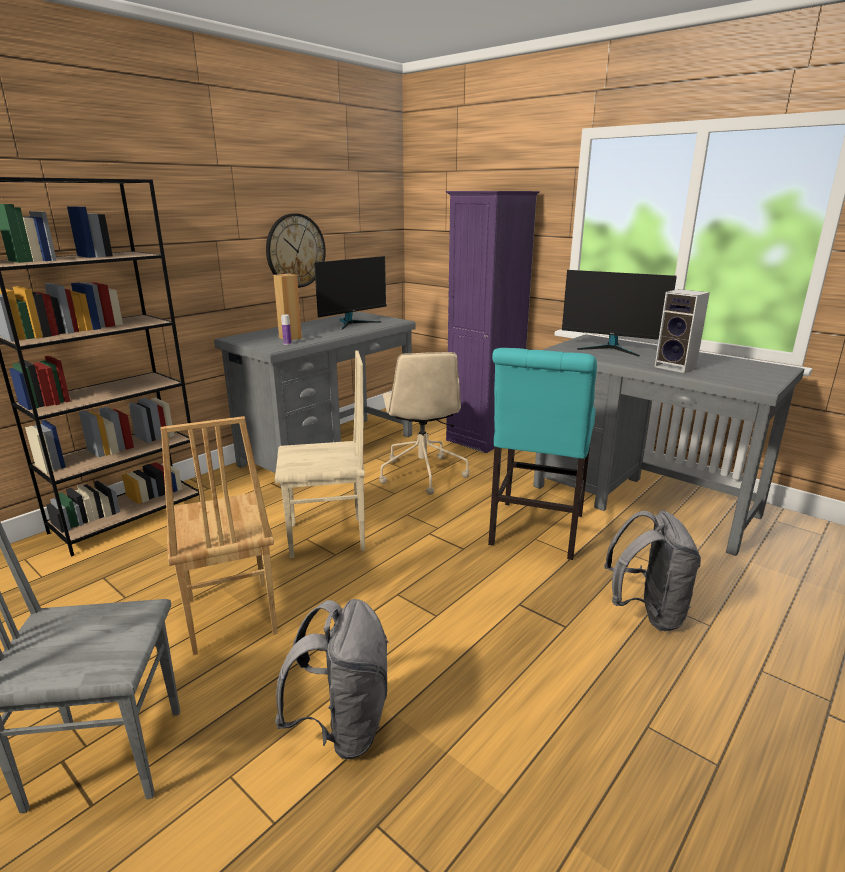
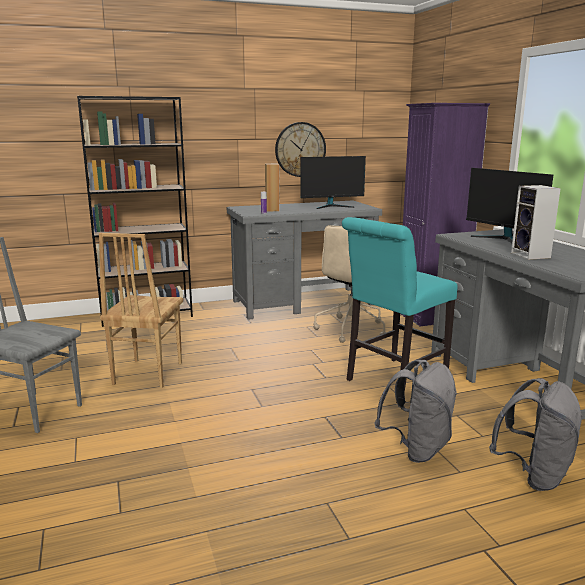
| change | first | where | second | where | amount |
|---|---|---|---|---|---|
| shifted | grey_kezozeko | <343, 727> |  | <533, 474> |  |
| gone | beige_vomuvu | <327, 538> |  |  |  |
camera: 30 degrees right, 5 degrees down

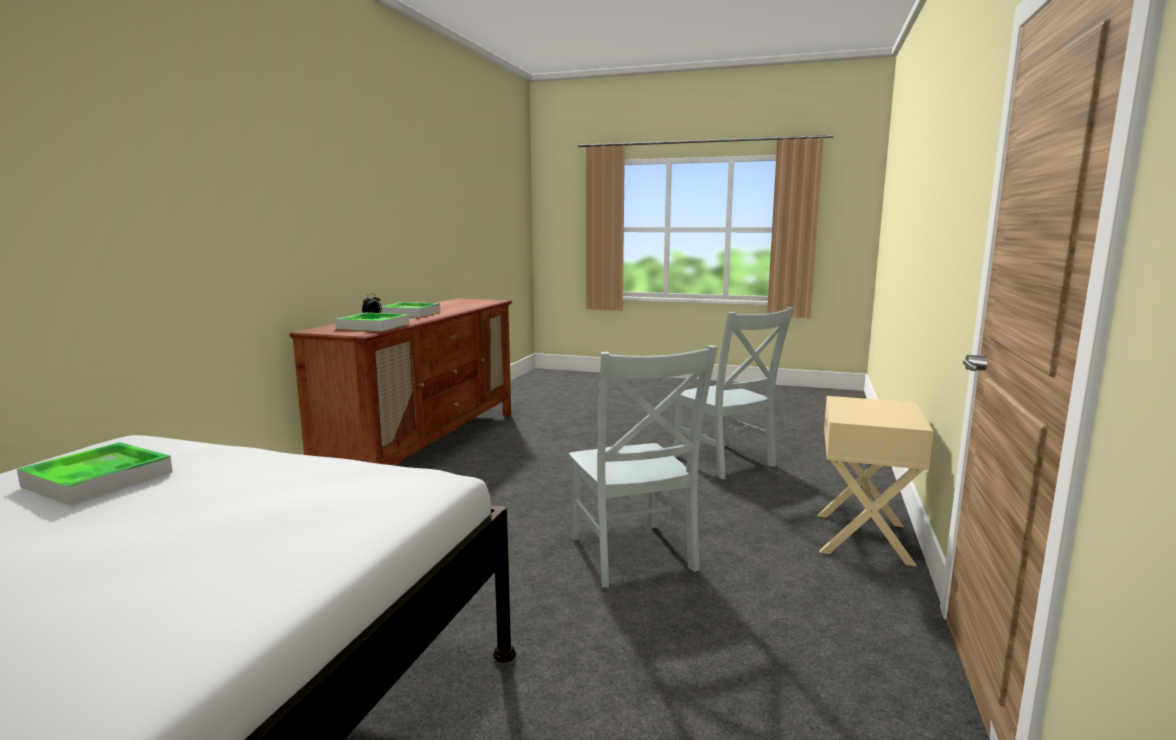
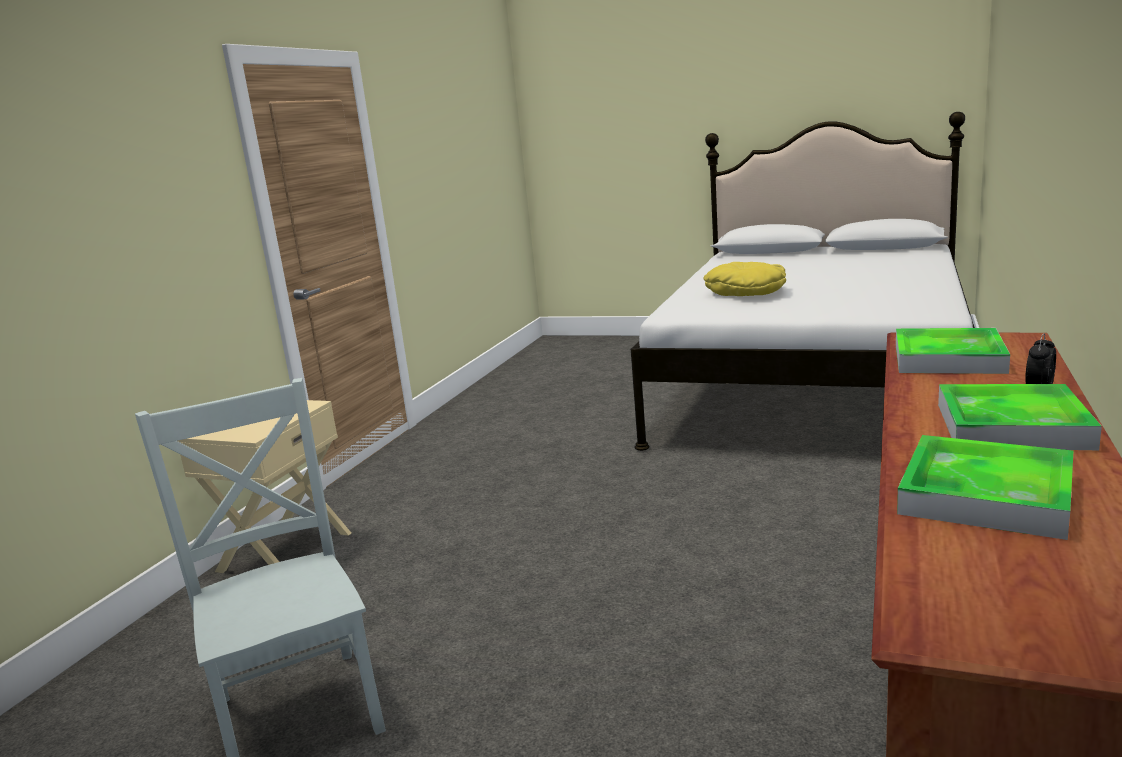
| change | first | where | second | where | amount |
|---|---|---|---|---|---|
| new |  |  | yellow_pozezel | <747, 292> |  |
| shifted | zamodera | <98, 479> |  | <986, 494> |  |
| gone | grey_vomuvu | <633, 556> |  |  |  |
camera: 175 degrees left, 5 degrees up

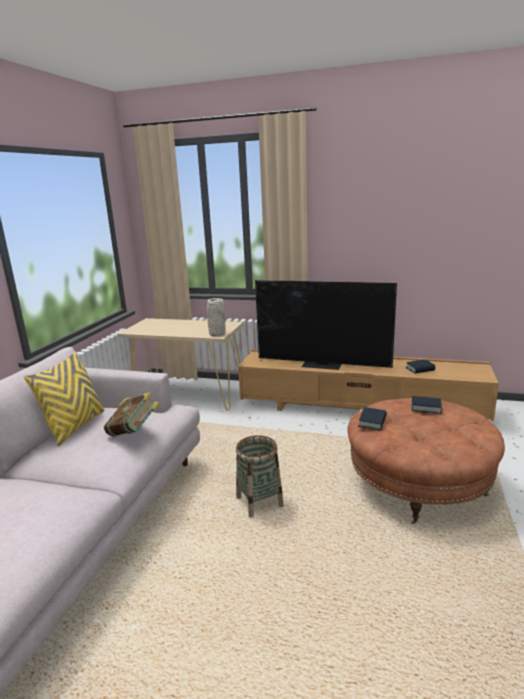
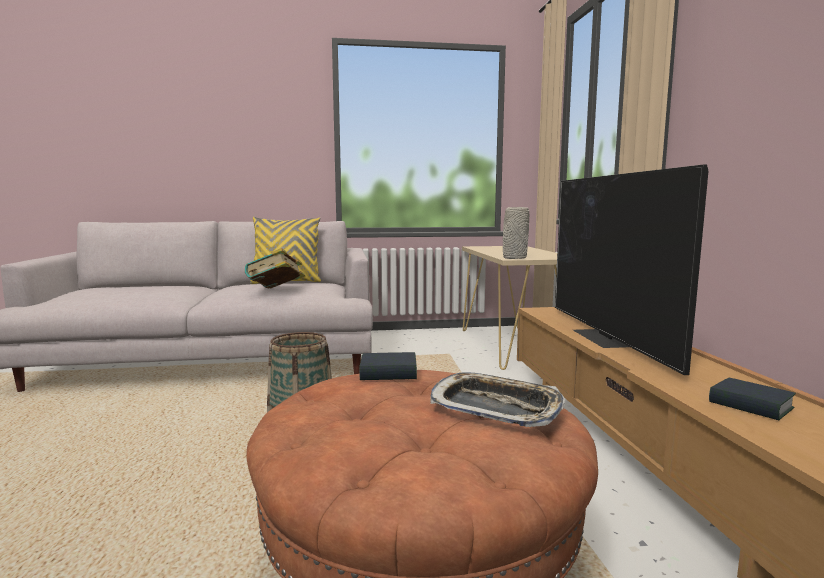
| change | first | where | second | where | amount |
|---|---|---|---|---|---|
| swapped | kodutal | <426, 407> | zamodera | <495, 407> |  |
camera: 65 degrees right, 10 degrees down

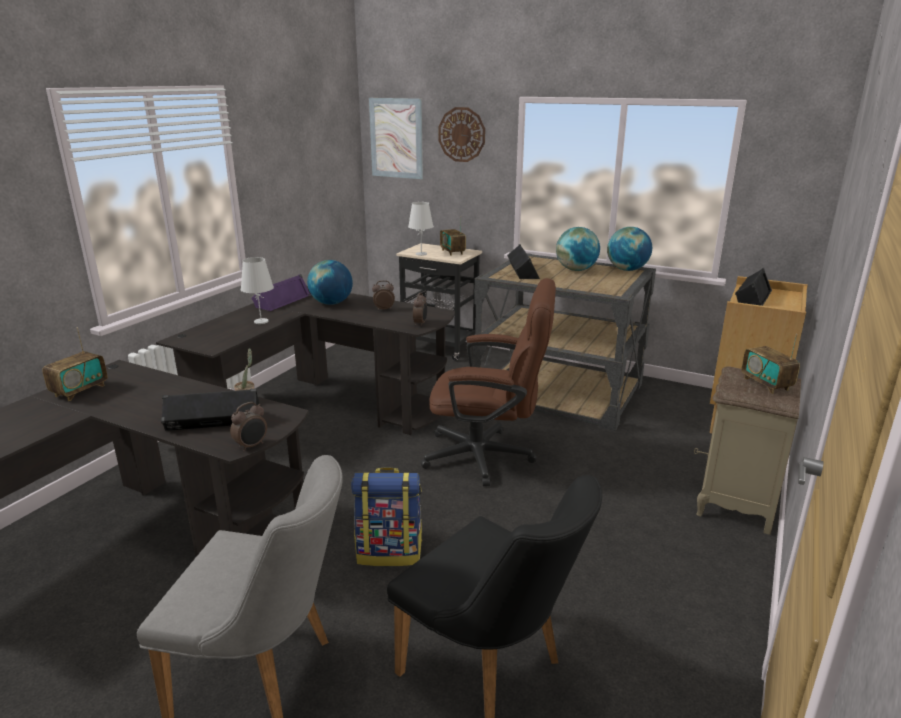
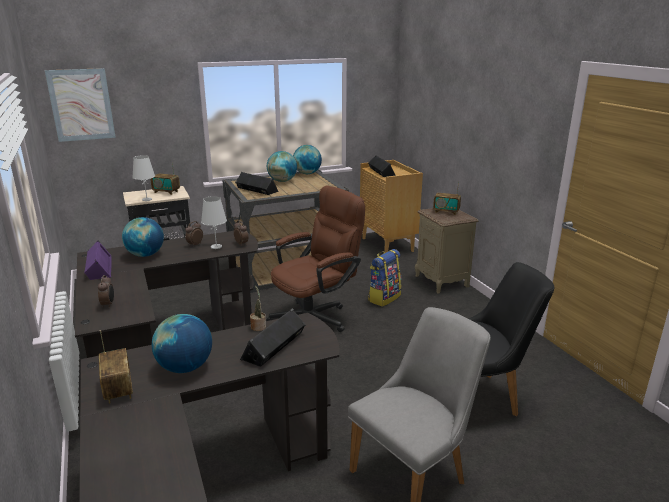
| change | first | where | second | where | amount |
|---|---|---|---|---|---|
| shifted | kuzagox | <252, 446> |  | <108, 304> |  |
| new |  |  | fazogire | <185, 367> |  |
| shifted | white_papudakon | <261, 321> |  | <216, 247> |  |
| shifted | kezozeko | <390, 552> |  | <384, 298> |  |
| gone | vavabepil | <461, 134> |  |  |  |
camera: 50 degrees left, 0 degrees up

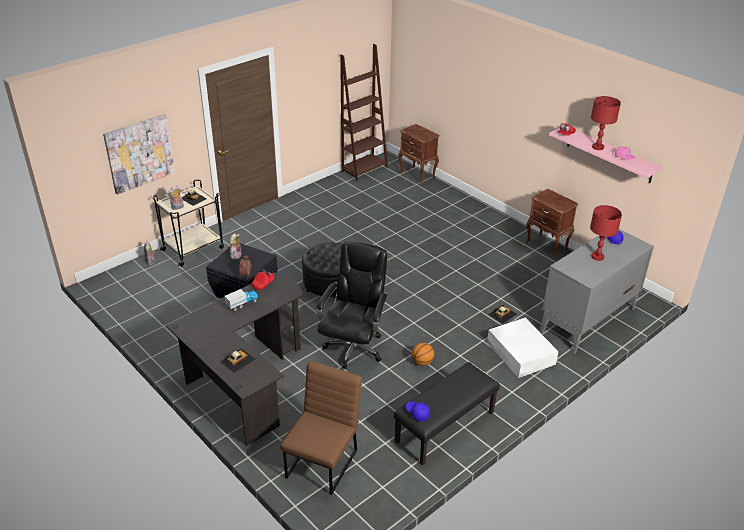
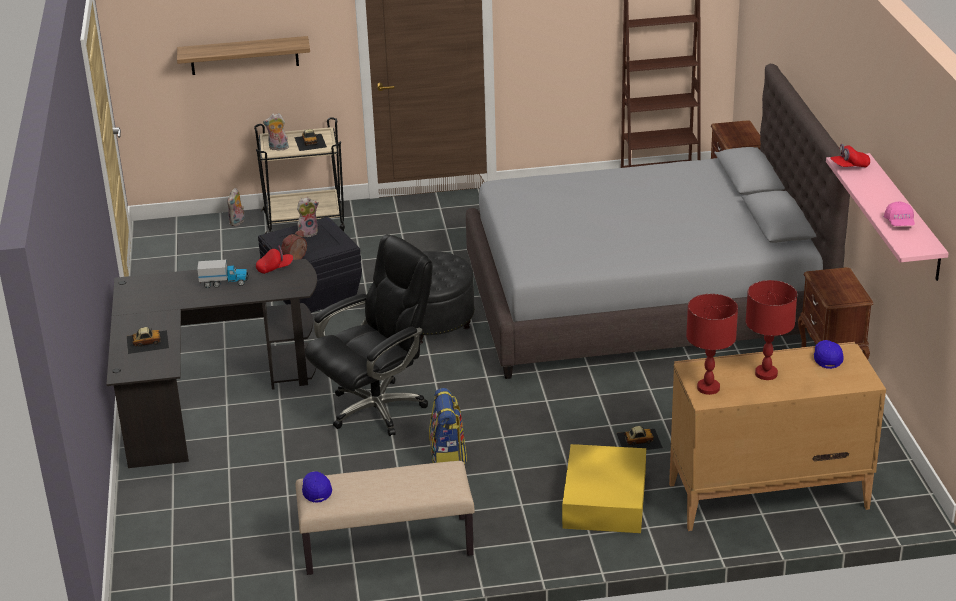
| change | first | where | second | where | amount |
|---|---|---|---|---|---|
| swapped | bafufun | <139, 153> | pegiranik | <244, 55> |  |
| repainted | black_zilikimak | <445, 428> | beige_zilikimak | <387, 546> |  |
| swapped | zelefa | <422, 362> | kezozeko | <448, 458> |  |
| new |  |  | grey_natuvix | <644, 301> |  |
| repainted | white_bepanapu | <520, 352> | yellow_bepanapu | <605, 498> |  |
| repainted | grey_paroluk | <587, 320> | brown_paroluk | <767, 496> |  |
| shifted | red_papudakon | <598, 147> |  | <708, 388> |  |
| gone | brown_vomuvu | <323, 462> |  |  |  |
camera: 35 degrees right, 5 degrees down

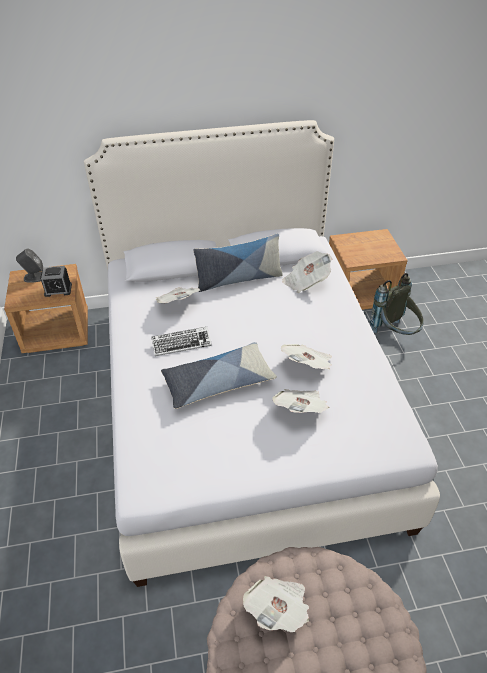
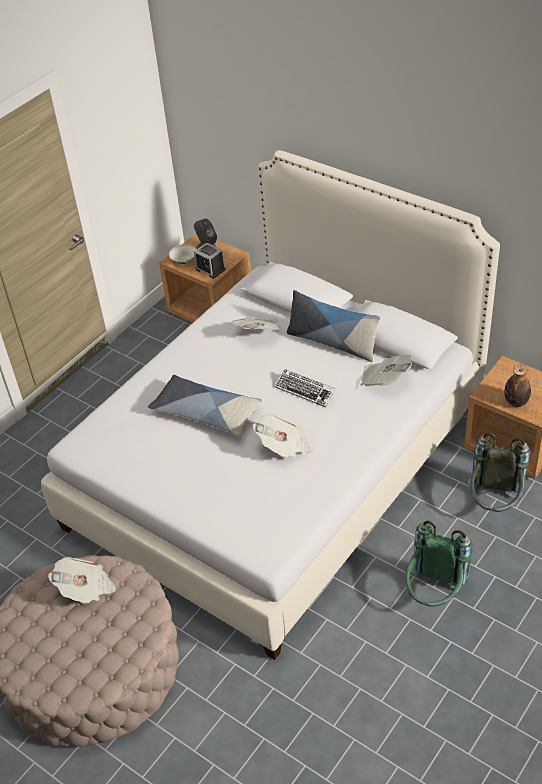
| change | first | where | second | where | amount |
|---|---|---|---|---|---|
| new |  |  | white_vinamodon | <184, 261> |  |
| shifted | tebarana | <181, 344> |  | <305, 390> |  |
| new |  |  | green_kezozeko | <433, 595> |  |
| new |  |  | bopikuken | <516, 402> |  |
| gone | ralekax | <301, 410> |  |  |  |
camera: 50 degrees right, 0 degrees up

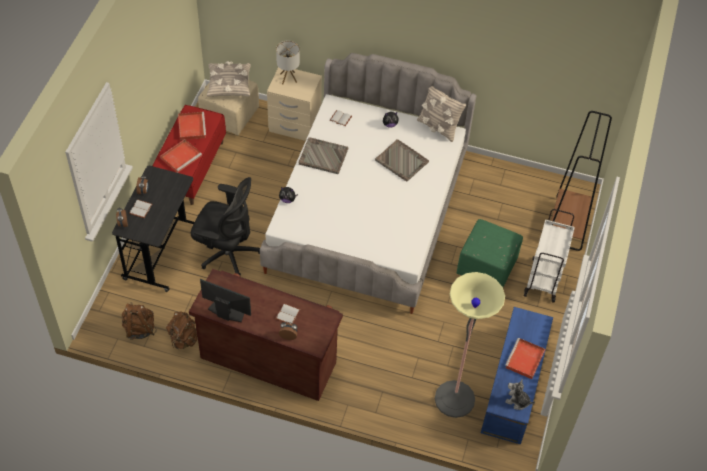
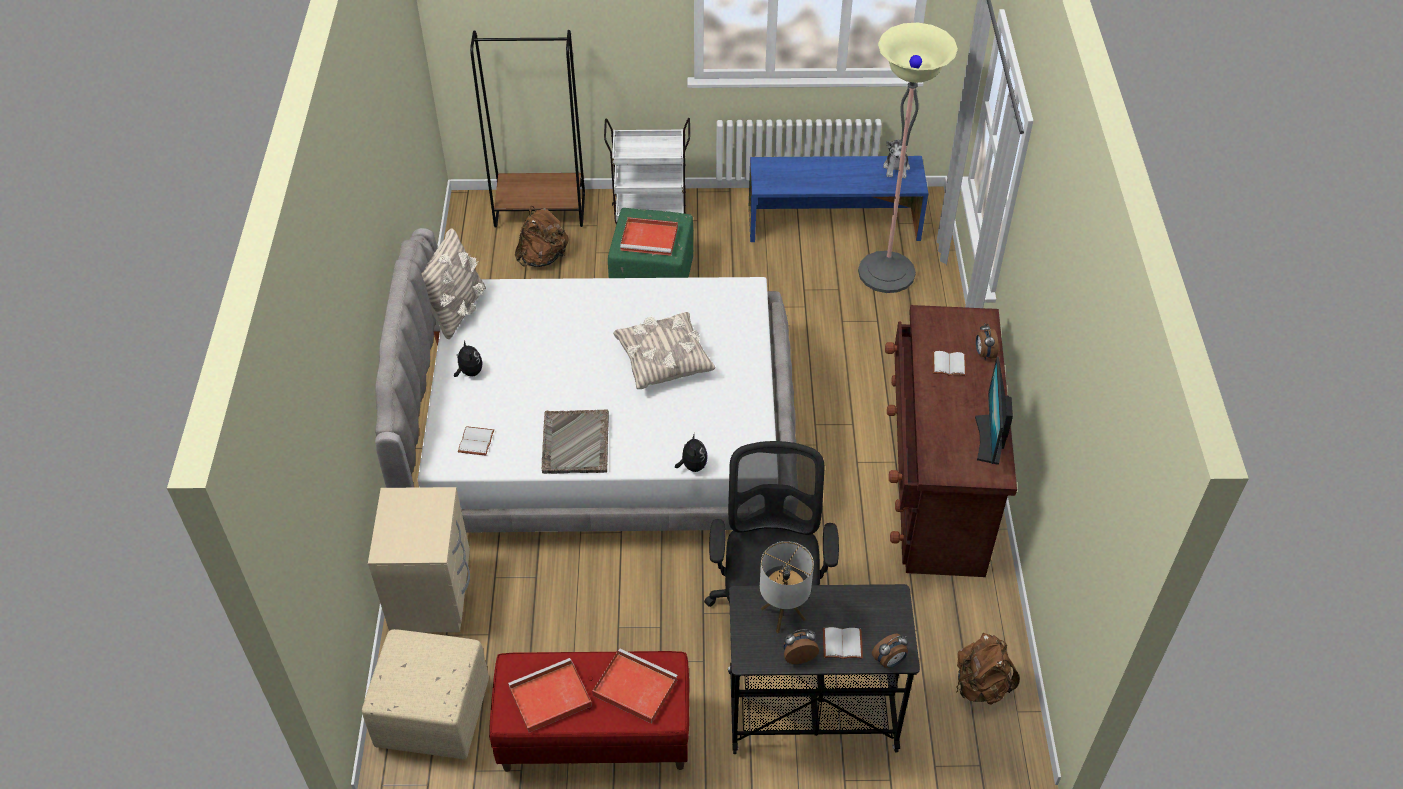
| change | first | where | second | where | amount |
|---|---|---|---|---|---|
| shifted | brown_kezozeko | <184, 339> |  | <543, 258> |  |
| shifted | beige_pozezel | <229, 86> |  | <663, 362> |  |
| shifted | red_zamodera | <525, 360> |  | <650, 238> |  |
| shifted | papudakon | <288, 78> |  | <783, 614> |  |
| gone | grey_zamodera | <402, 161> |  |  |  |
camera: 105 degrees left, 5 degrees down

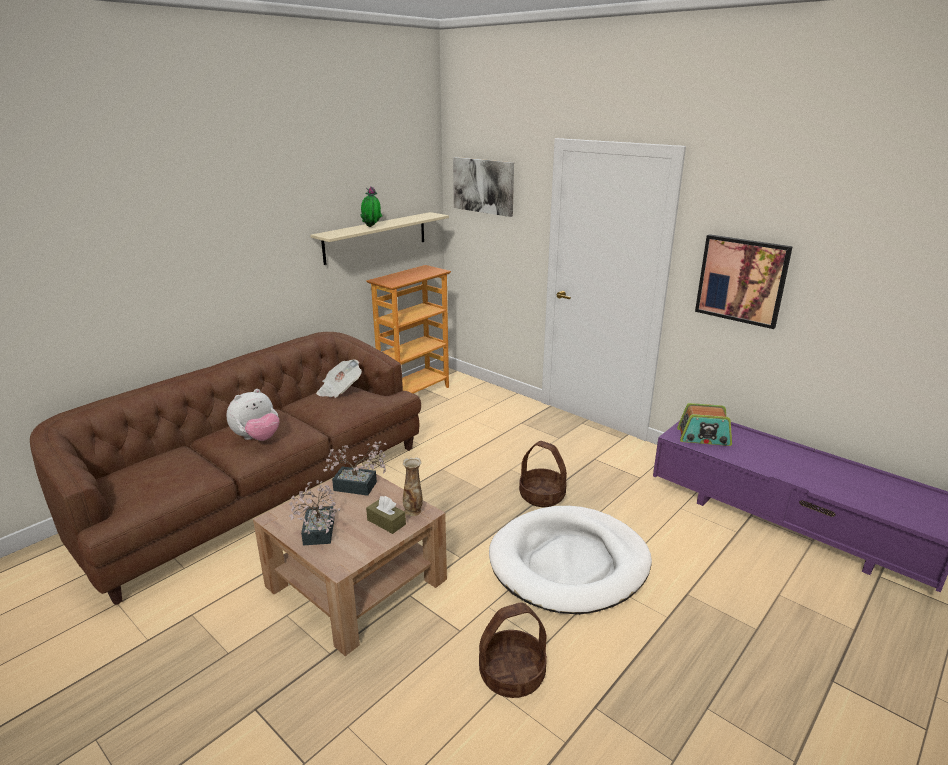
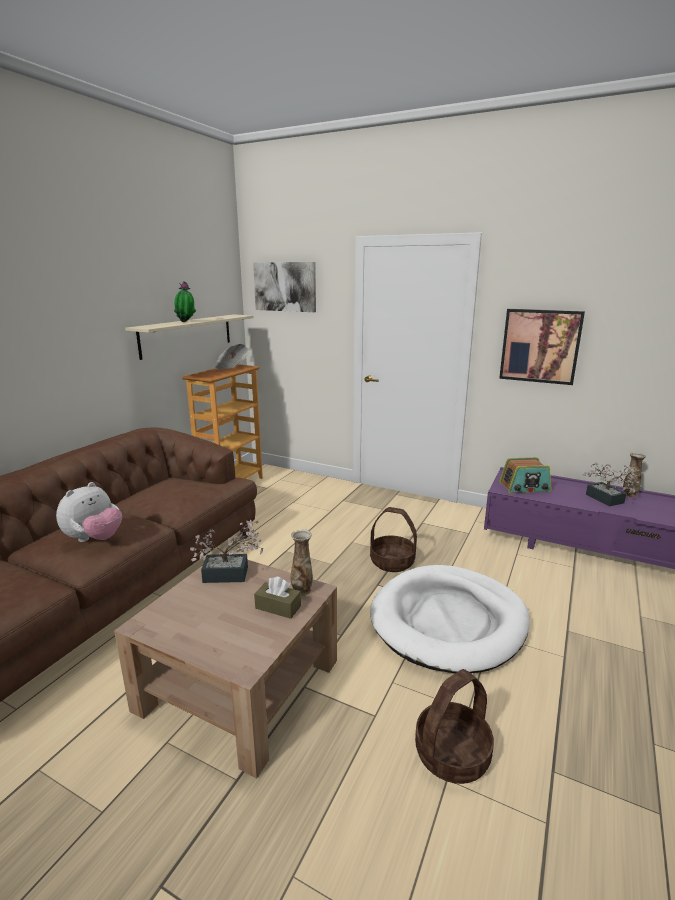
| change | first | where | second | where | amount |
|---|---|---|---|---|---|
| shifted | ralekax | <339, 390> |  | <231, 367> |  |
| shifted | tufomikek | <317, 535> |  | <607, 500> |  |
| new |  |  | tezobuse | <629, 494> |  |
camera: 15 degrees left, 5 degrees down

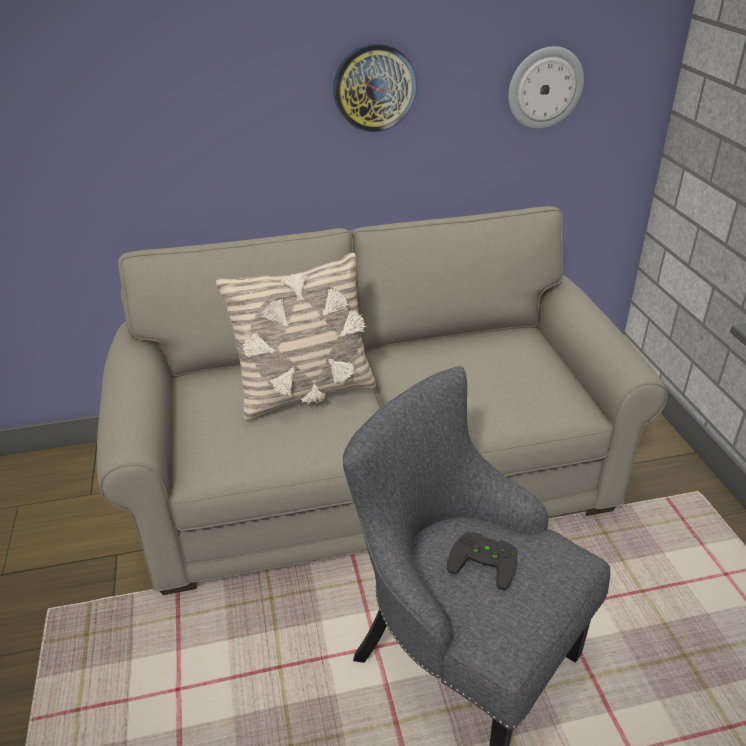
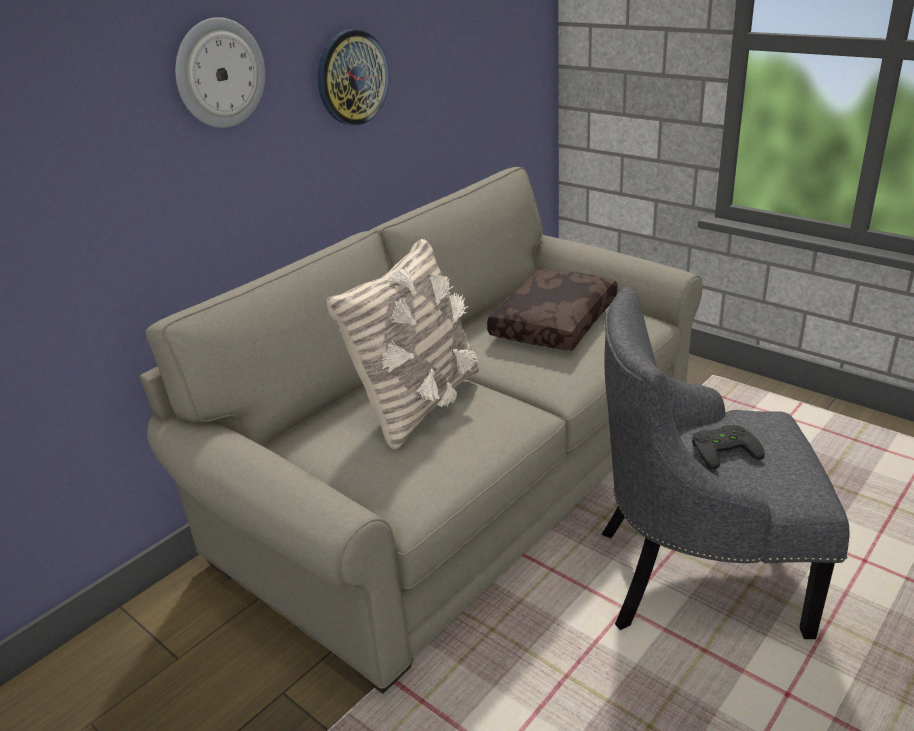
| change | first | where | second | where | amount |
|---|---|---|---|---|---|
| shifted | vavabepil | <545, 88> |  | <219, 73> |  |
| new |  |  | brown_pozezel | <552, 322> |  |
camera: 35 degrees left, 5 degrees down

